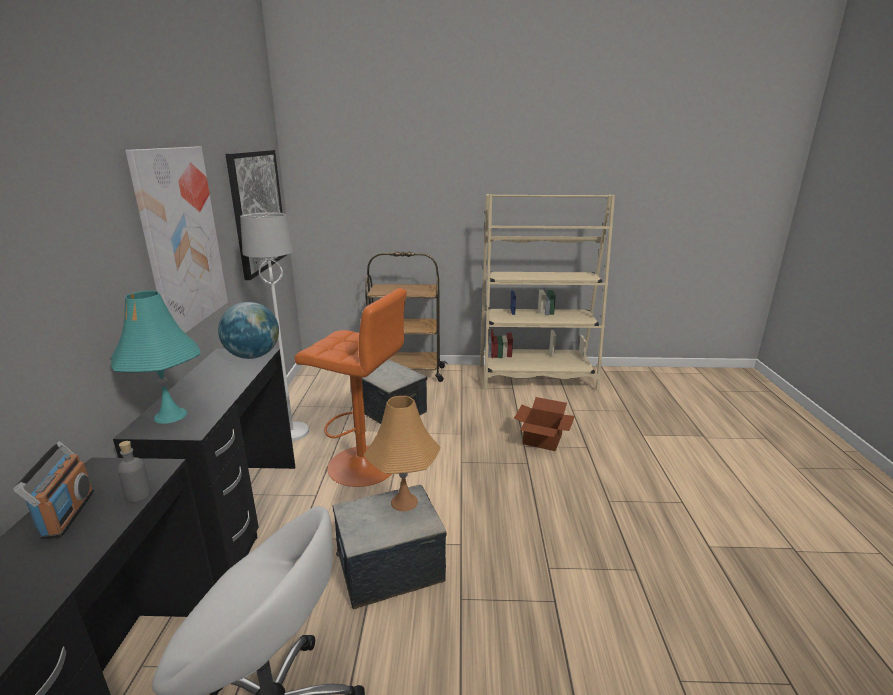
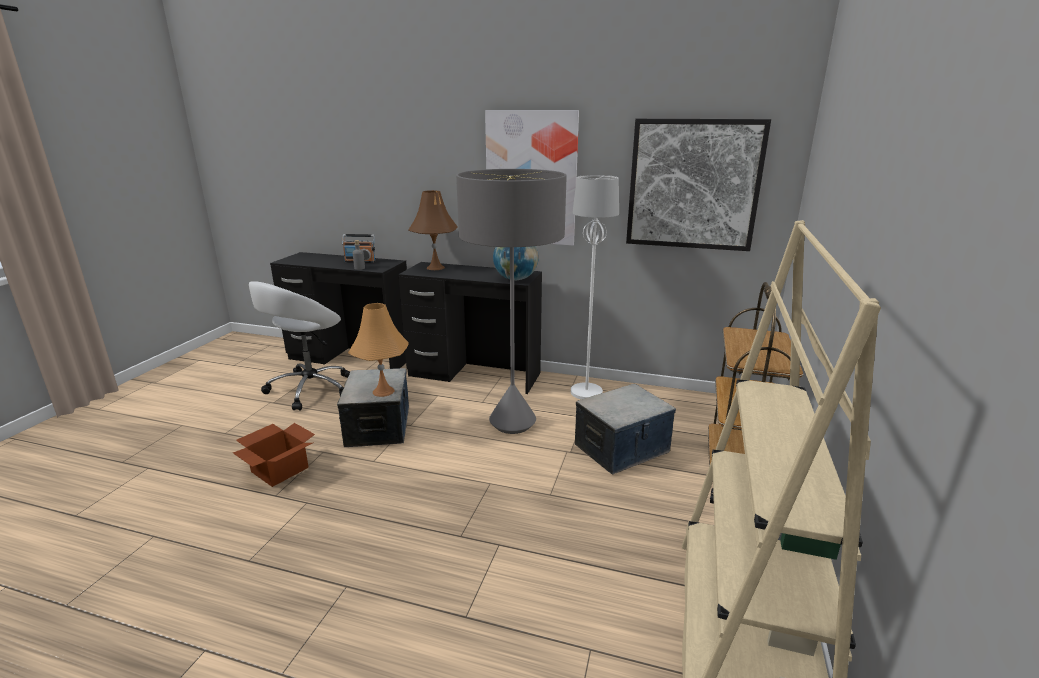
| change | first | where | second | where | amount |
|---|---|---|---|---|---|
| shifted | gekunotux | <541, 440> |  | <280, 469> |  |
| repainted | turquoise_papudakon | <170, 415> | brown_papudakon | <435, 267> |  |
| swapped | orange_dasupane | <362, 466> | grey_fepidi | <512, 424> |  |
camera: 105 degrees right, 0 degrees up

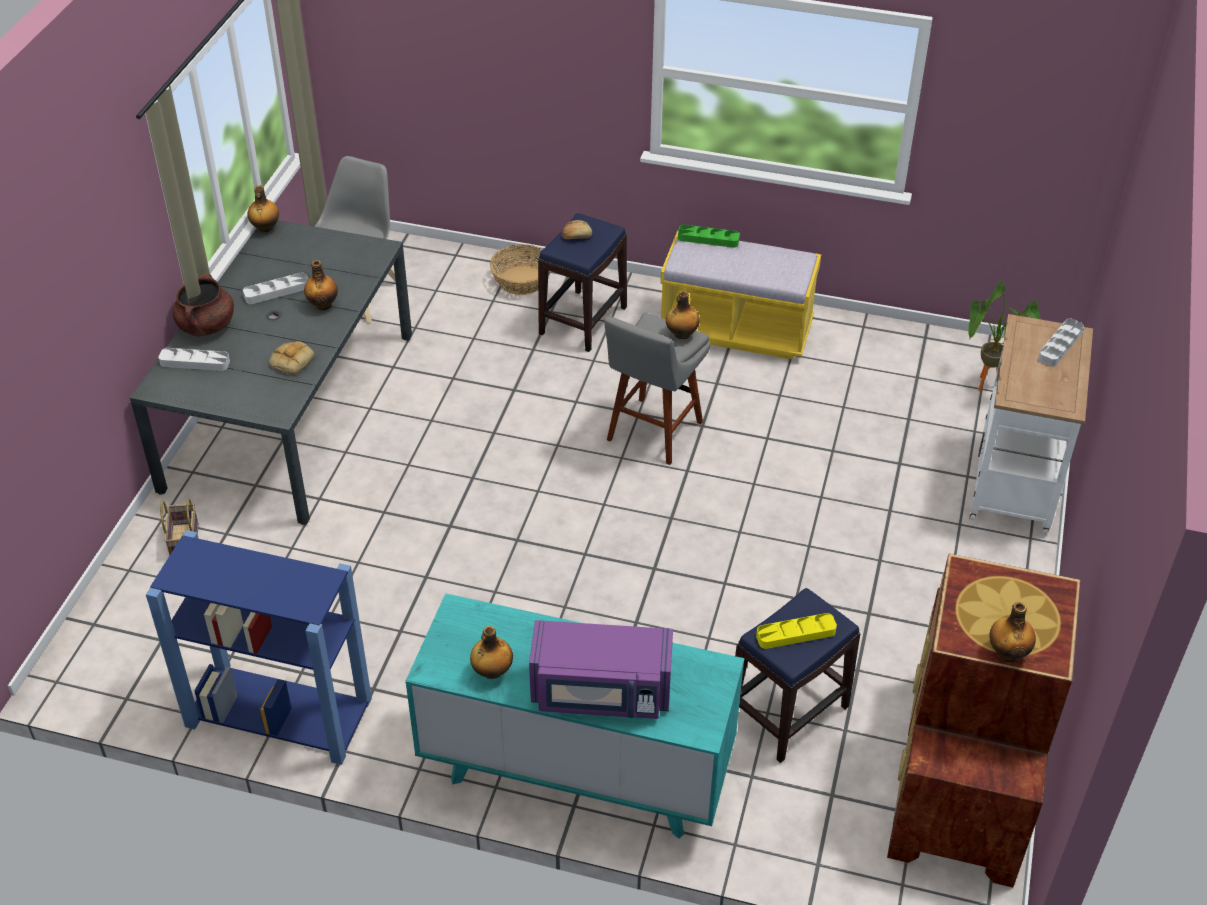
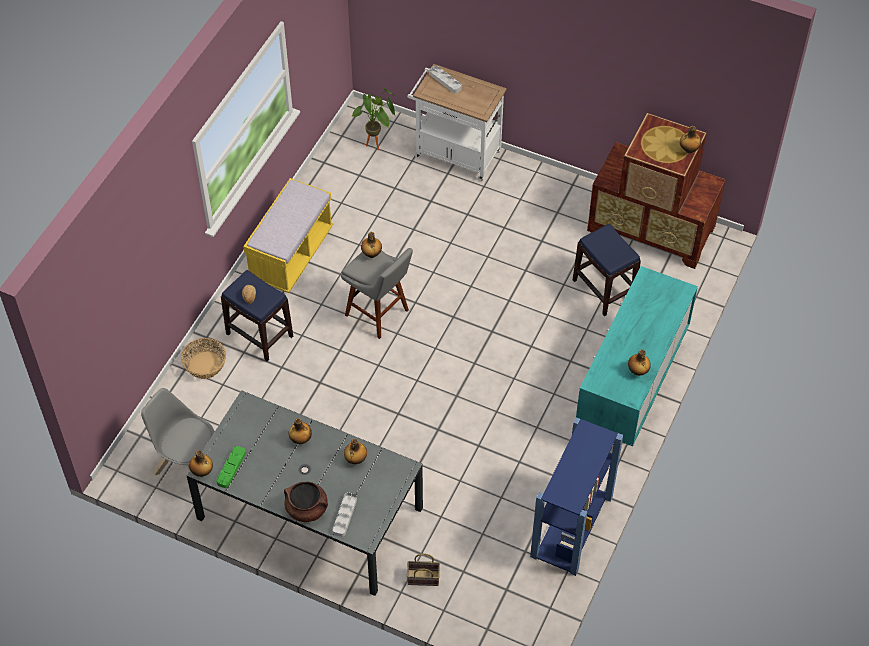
| change | first | where | second | where | amount |
|---|---|---|---|---|---|
| shifted | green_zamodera | <708, 239> |  | <231, 468> |  |
| swapped | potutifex | <291, 360> | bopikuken | <355, 459> |  |
| gone | grey_zamodera | <277, 291> |  |  |  |
| gone | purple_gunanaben | <601, 693> |  |  |  |
| gone | yellow_zamodera | <795, 634> |  |  |  |
camera: 80 degrees left, 10 degrees up

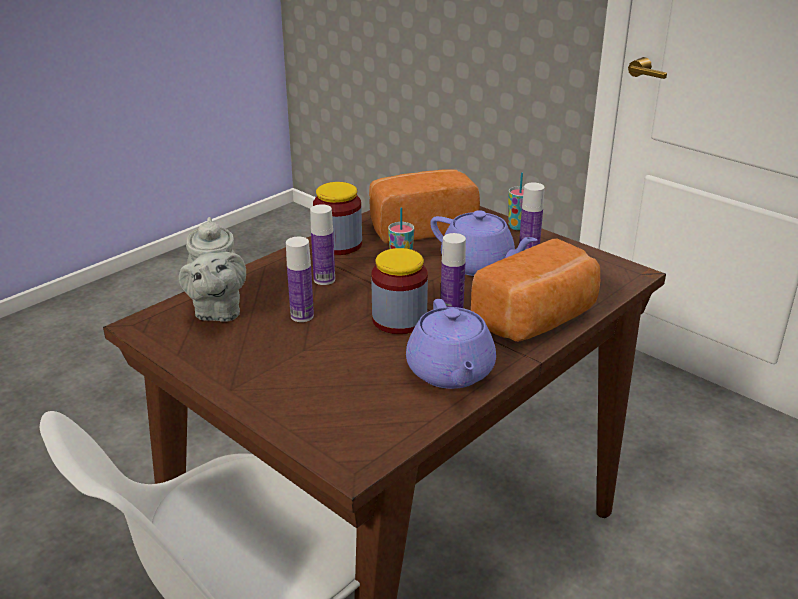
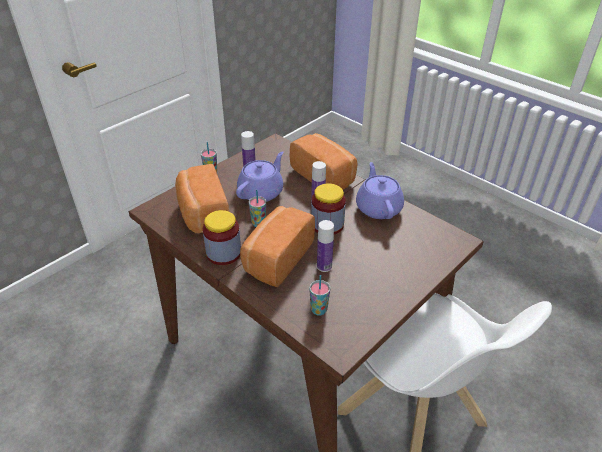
| change | first | where | second | where | amount |
|---|---|---|---|---|---|
| swapped | bopikuken | <324, 279> | potutifex | <276, 258> |  |
| swapped | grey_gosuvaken | <217, 311> | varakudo | <319, 310> |  |
| rotated | purple_gosuvaken | <450, 372> |  | <378, 207> | 90 degrees counterclockwise |
camera: 90 degrees left, 10 degrees up

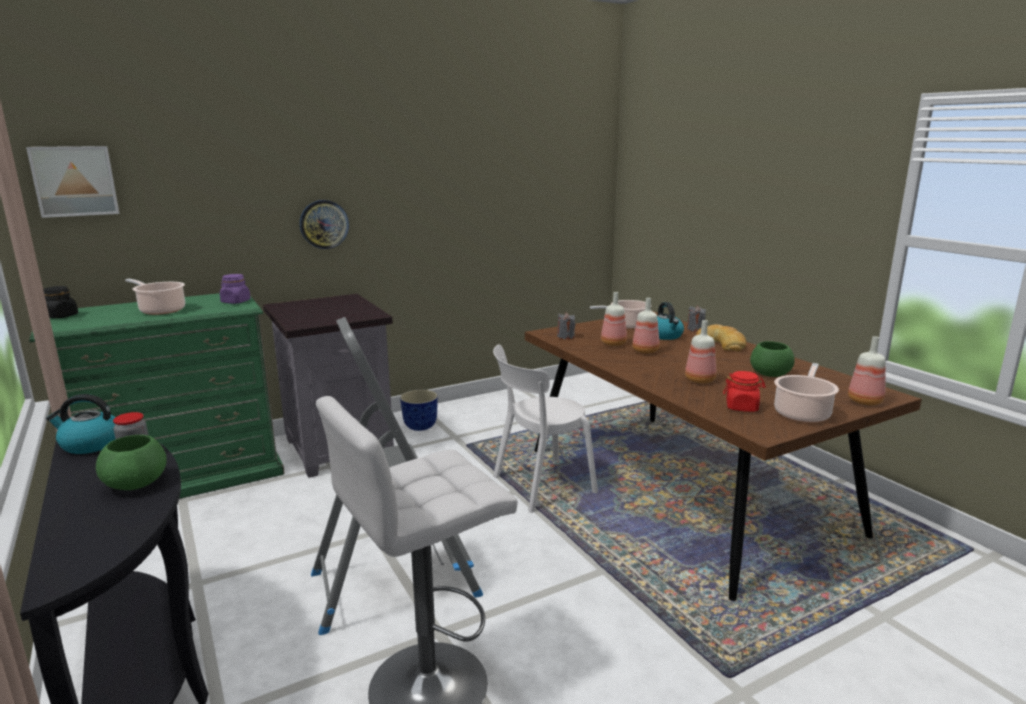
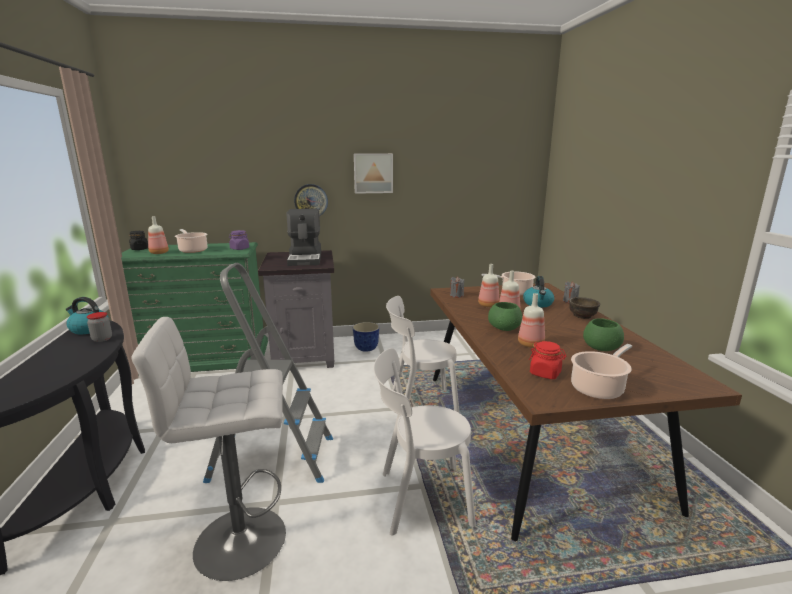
| change | first | where | second | where | amount |
|---|---|---|---|---|---|
| shifted | bopikuken | <866, 402> |  | <159, 253> |  |
| new |  |  | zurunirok | <306, 259> |  |
| shifted | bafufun | <75, 181> |  | <373, 173> |  |
| new |  |  | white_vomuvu | <420, 498> |  |
| shifted | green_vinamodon | <137, 483> |  | <504, 328> |  |
| swapped | potutifex | <722, 343> | brown_vinamodon | <582, 316> |  |
camera: 20 degrees right, 0 degrees up

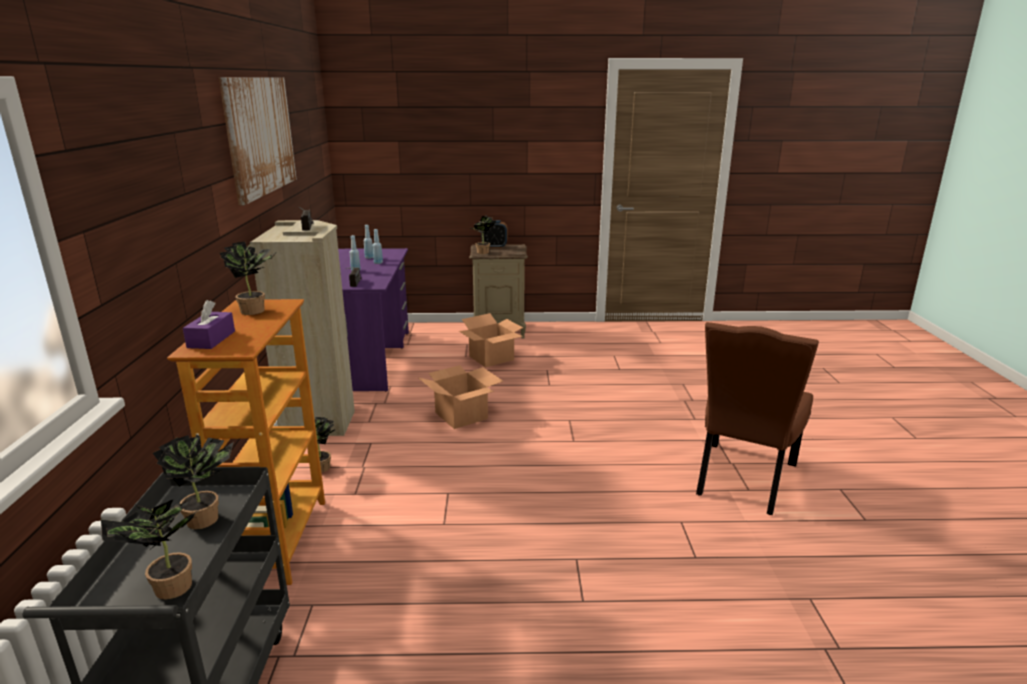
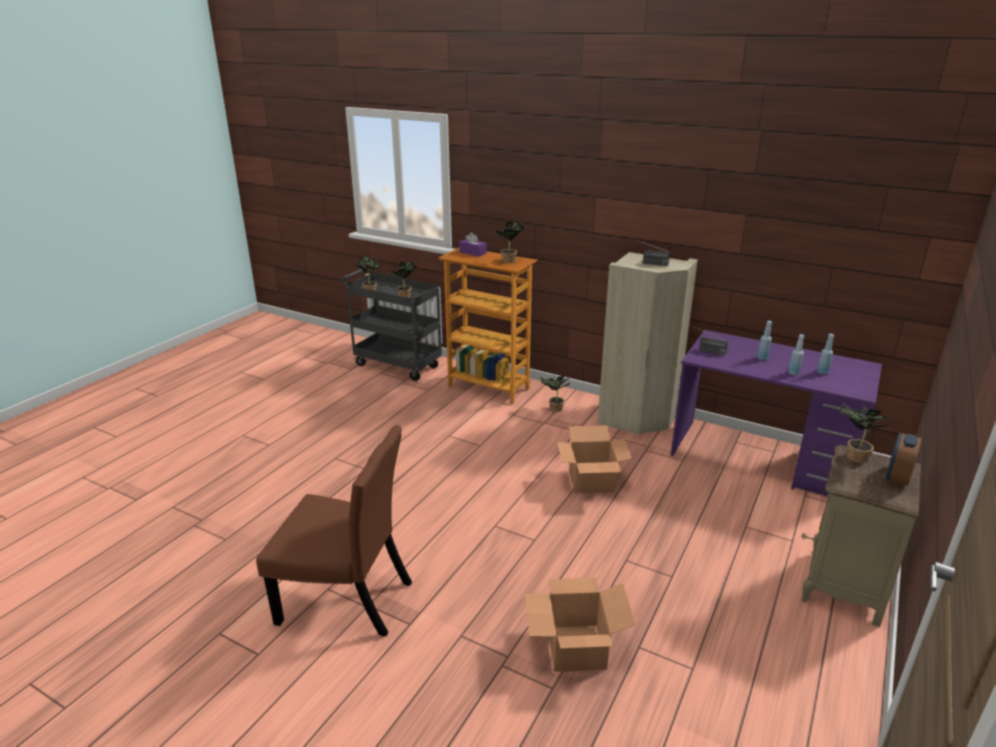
| change | first | where | second | where | amount |
|---|---|---|---|---|---|
| rotated | brown_vomuvu | <743, 476> |  | <344, 599> | 135 degrees clockwise |
| shifted | gekunotux | <491, 358> |  | <577, 649> |  |
| gone | bafufun | <260, 135> |  |  |  |
camera: 120 degrees right, 5 degrees up

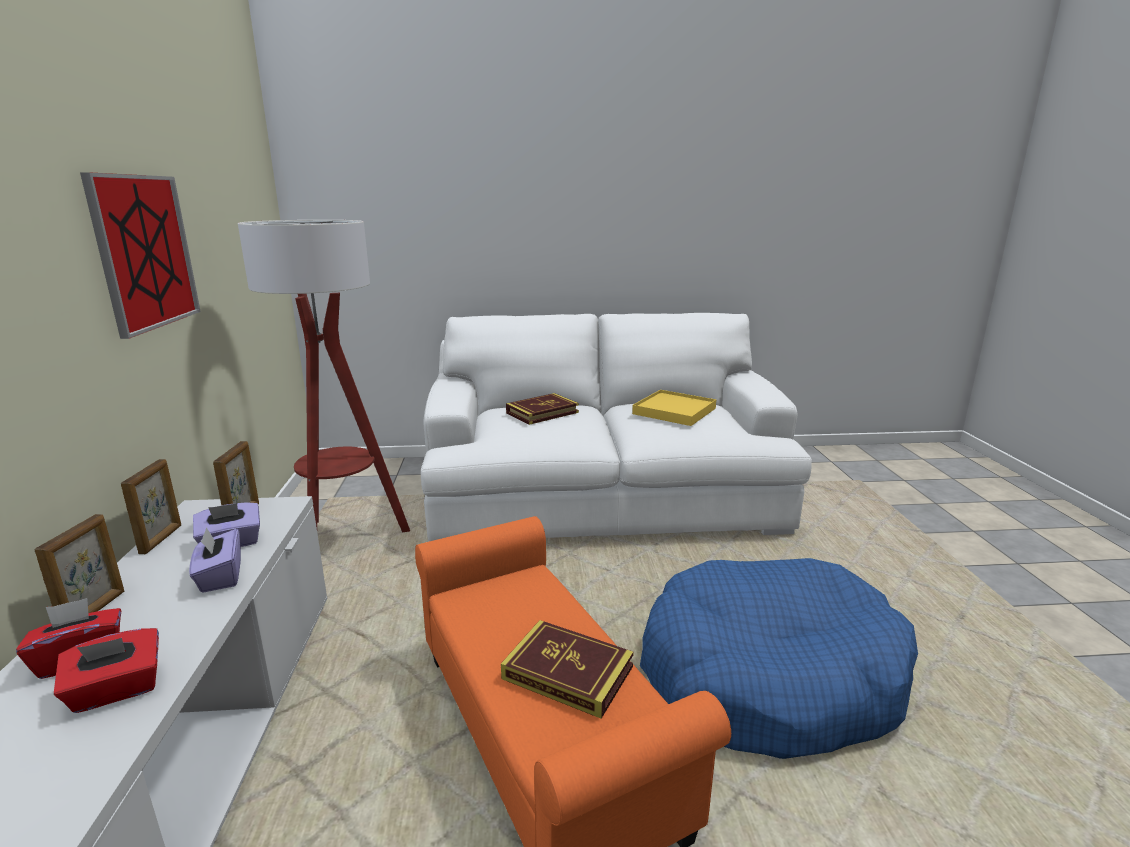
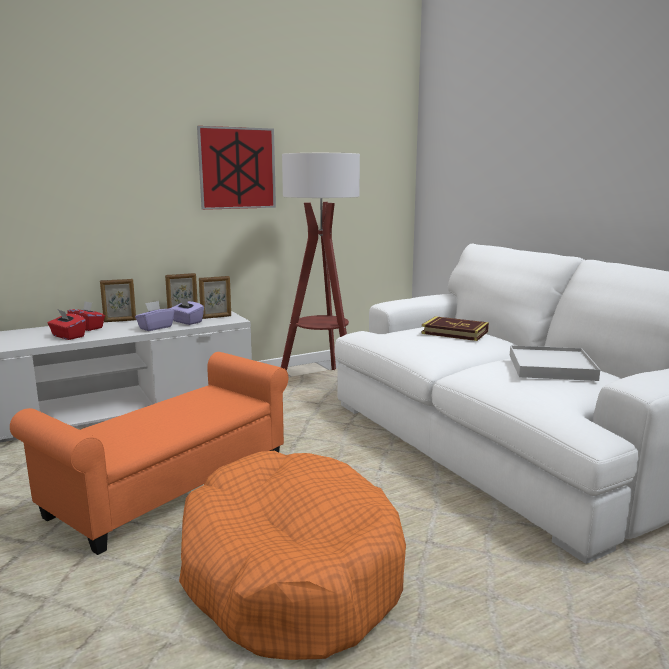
| change | first | where | second | where | amount |
|---|---|---|---|---|---|
| repainted | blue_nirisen | <768, 676> | orange_nirisen | <289, 571> |  |
| repainted | yellow_zamodera | <674, 411> | white_zamodera | <551, 367> |  |
| gone | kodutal | <567, 672> |  |  |  |
camera: 65 degrees right, 5 degrees down

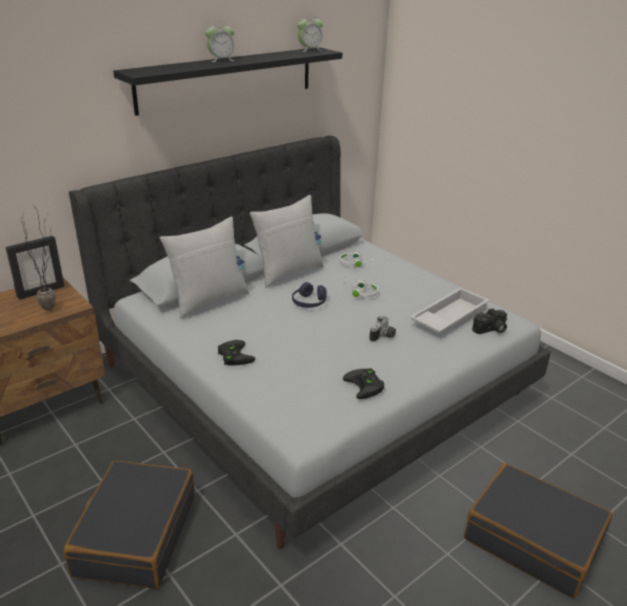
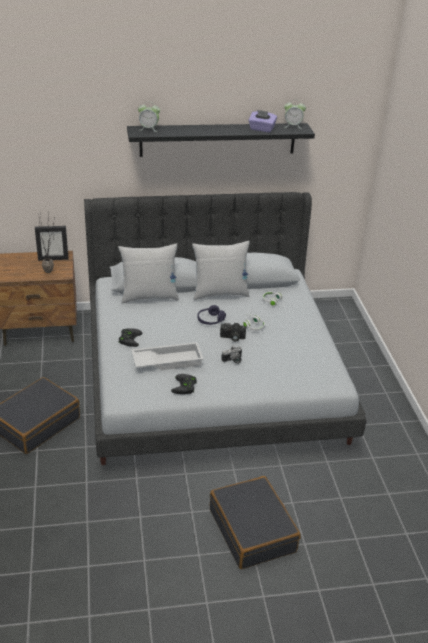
| change | first | where | second | where | amount |
|---|---|---|---|---|---|
| shifted | white_zamodera | <448, 317> |  | <167, 360> |  |
| shifted | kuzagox | <221, 60> |  | <149, 129> |  |
| shifted | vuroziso | <491, 330> |  | <232, 337> |  |
| new |  |  | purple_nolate | <261, 129> |  |
camera: 30 degrees right, 5 degrees up

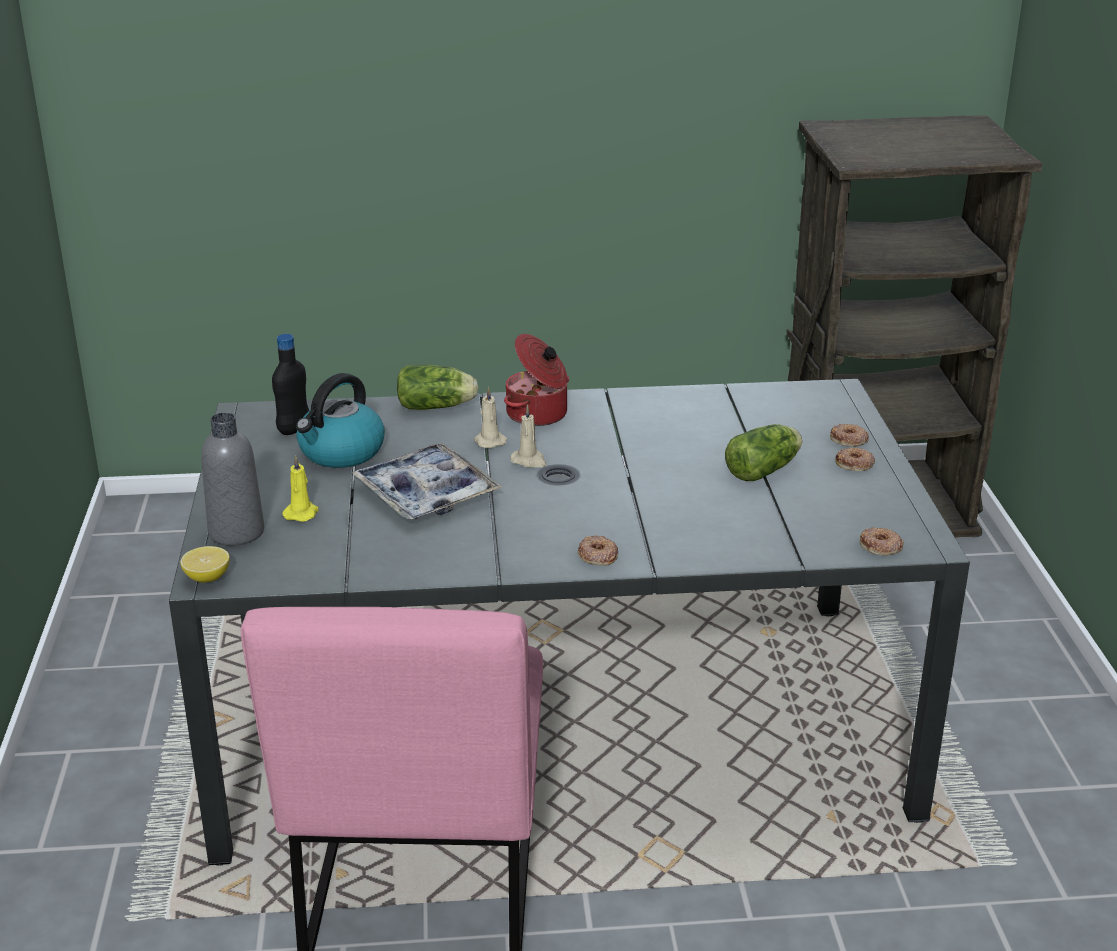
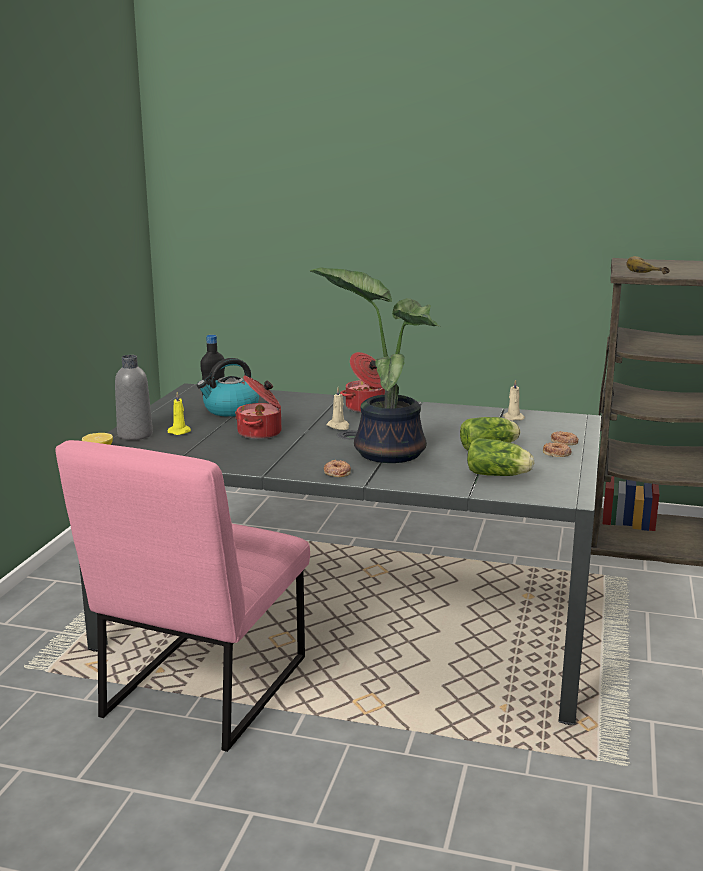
| change | first | where | second | where | amount |
|---|---|---|---|---|---|
| swapped | zamodera | <426, 494> | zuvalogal | <261, 433> |  |
| new |  |  | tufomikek | <387, 451> |  |
| shifted | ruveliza | <438, 406> |  | <499, 475> |  |
| shifted | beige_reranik | <489, 441> |  | <513, 418> |  |
| new |  |  | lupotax | <649, 271> |  |
| gone | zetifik | <880, 546> |  |  |  |
camera: 20 degrees right, 10 degrees down

